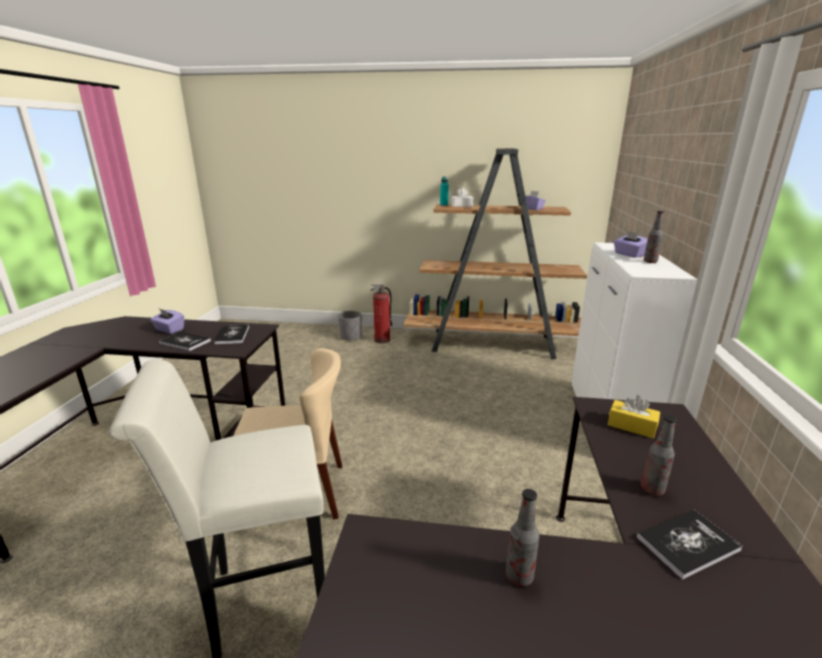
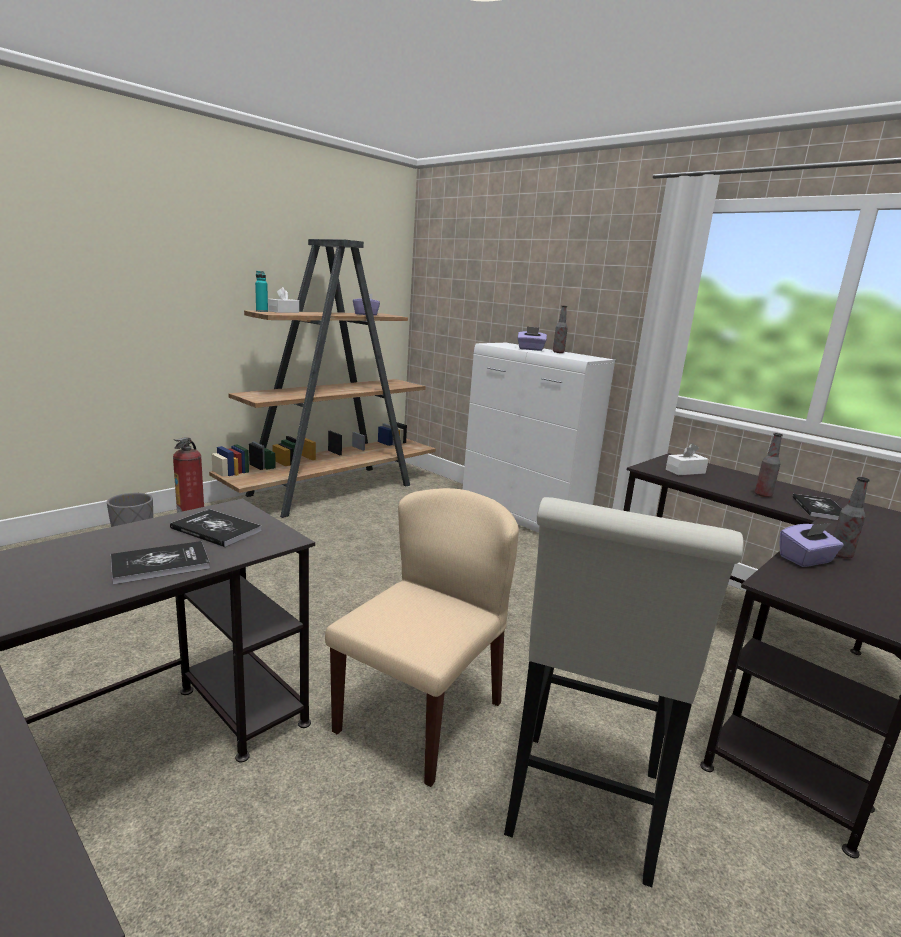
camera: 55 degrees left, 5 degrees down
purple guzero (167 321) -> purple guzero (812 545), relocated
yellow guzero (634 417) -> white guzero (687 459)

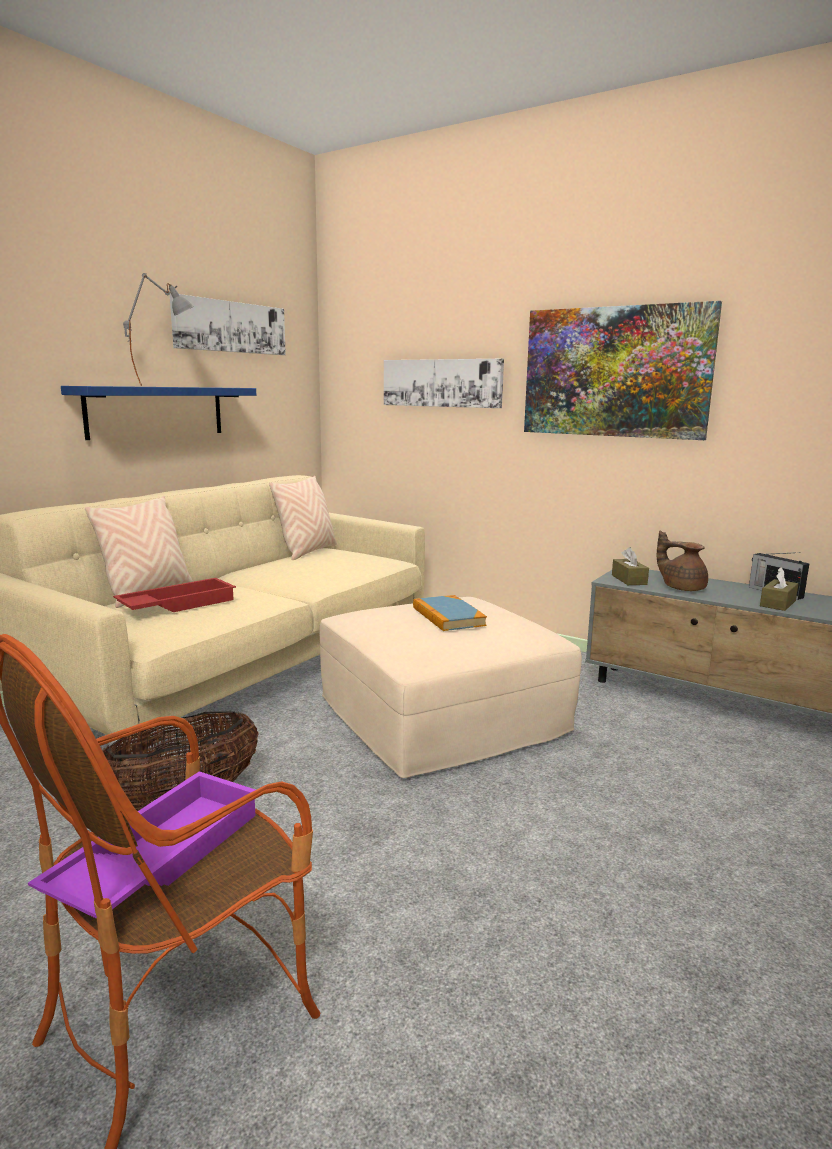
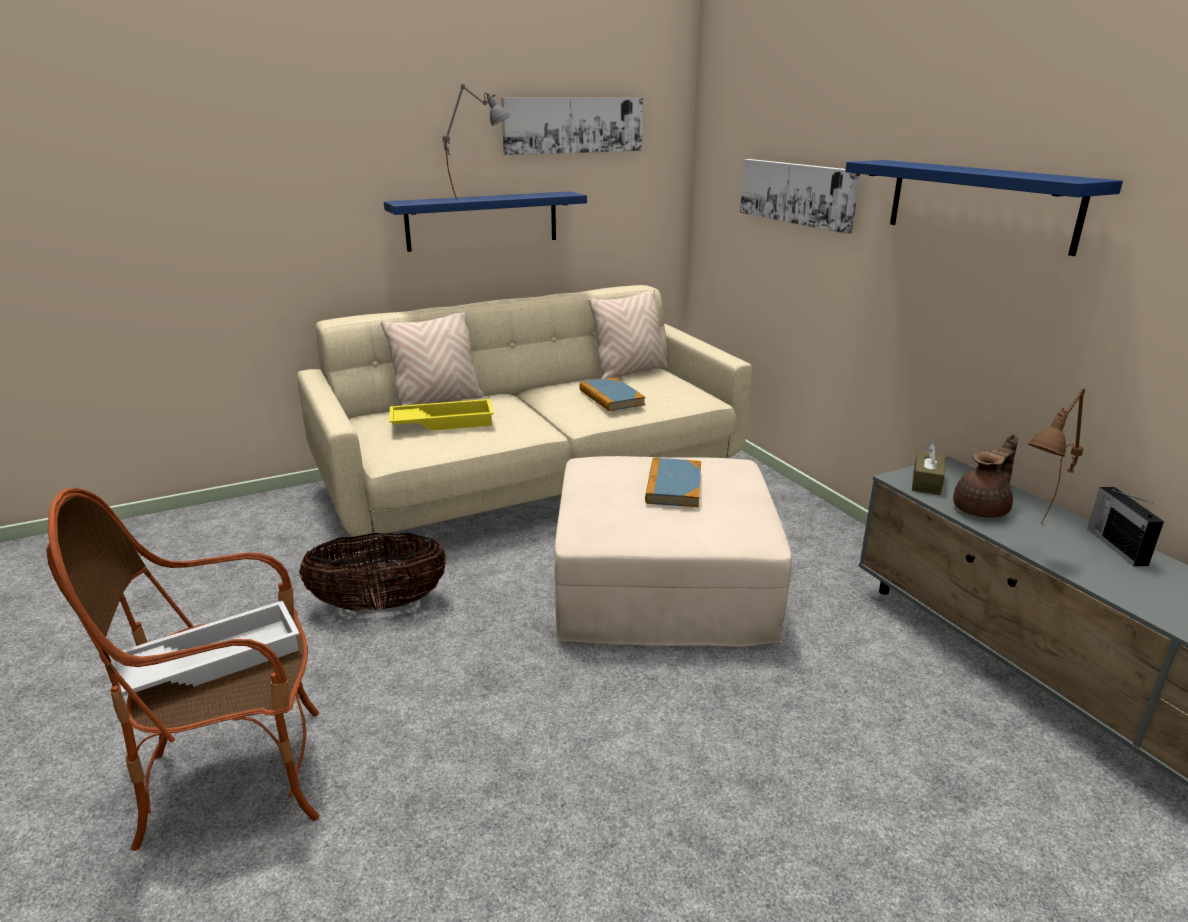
camera: 30 degrees right, 10 degrees up
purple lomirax (142 844) -> white lomirax (204 648)
red lomirax (174 595) -> yellow lomirax (441 415)
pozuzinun (623 370) -> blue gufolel (984 208)
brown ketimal (682 560) -> brown ketimal (985 476), 75 degrees clockwise
brown guzero (779 589) -> none
none -> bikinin (612 394)
none -> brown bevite (1056 456)

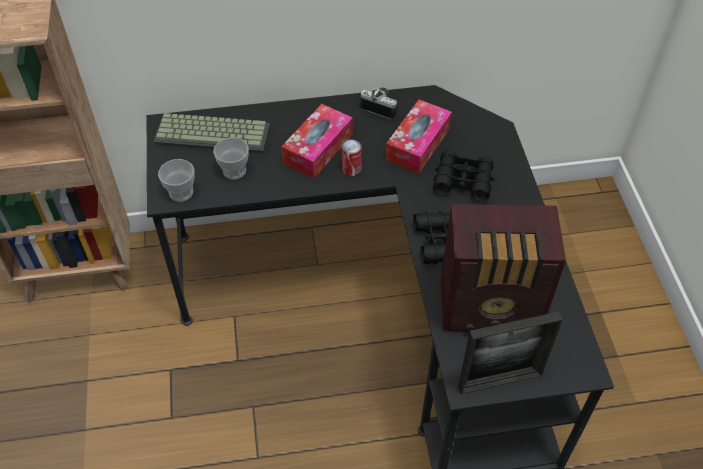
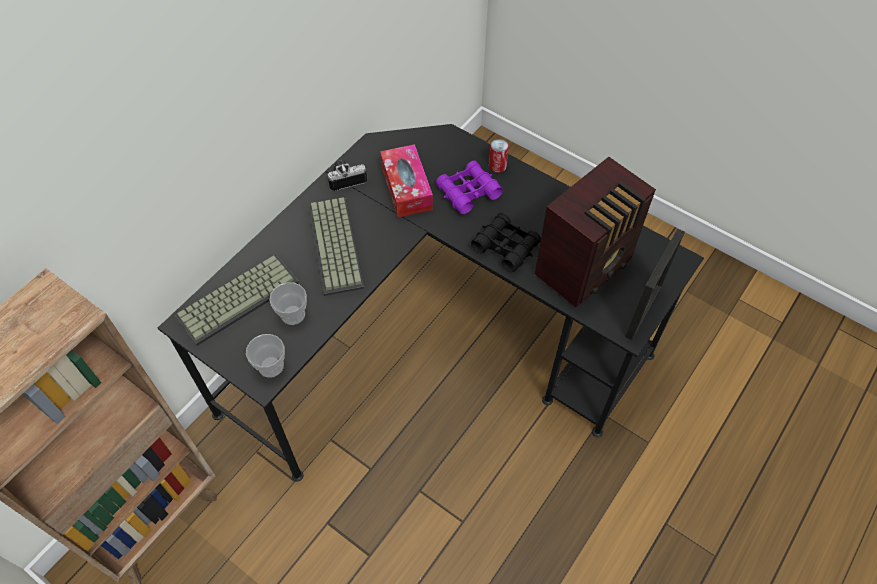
camera: 45 degrees left, 5 degrees up
guzero (317 141) -> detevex (336 246)
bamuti (352 158) -> bamuti (499 156), relocated
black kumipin (464 176) -> purple kumipin (469 187)

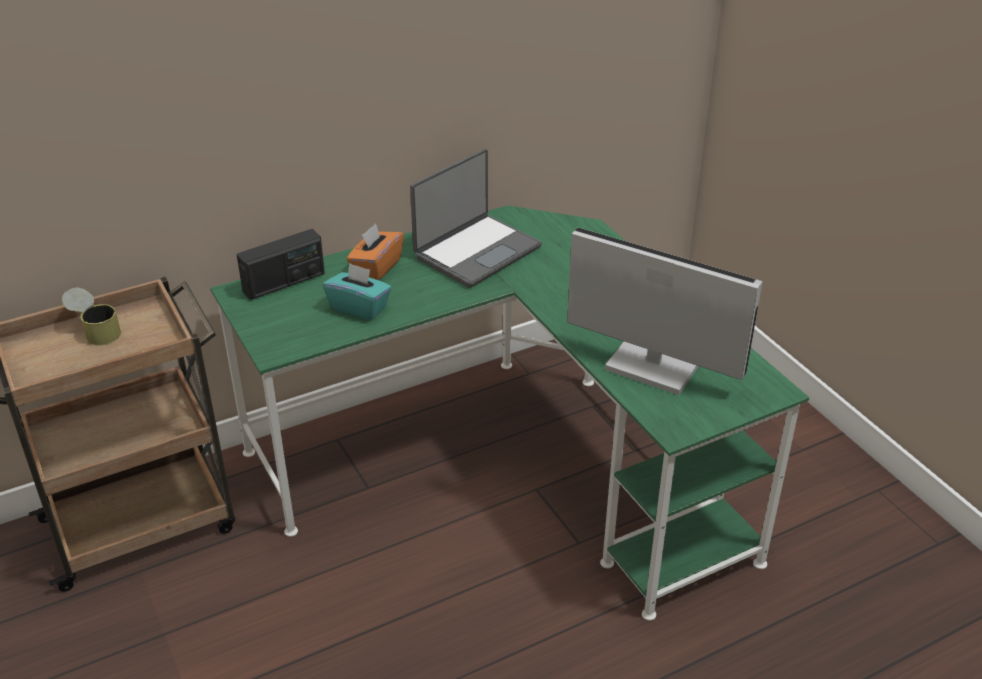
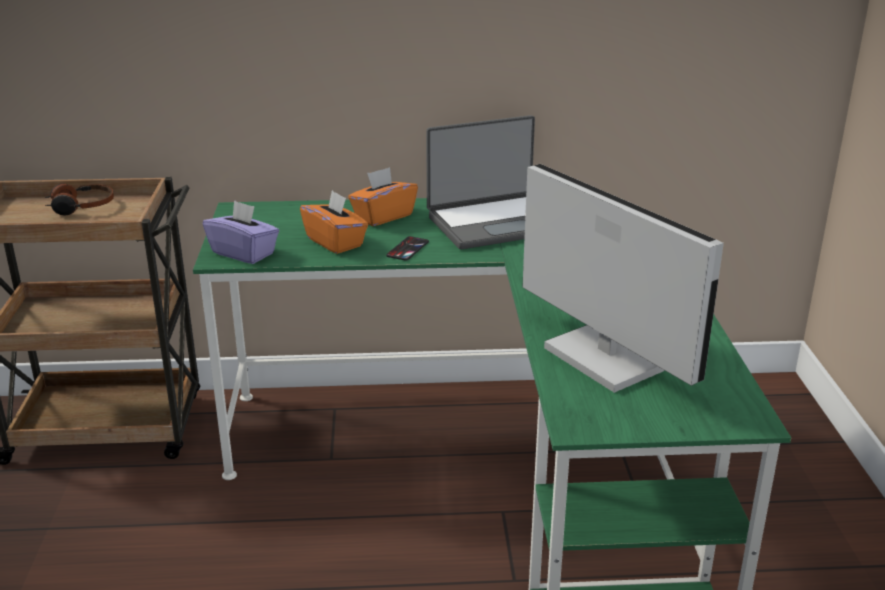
camera: 25 degrees right, 10 degrees down
bamuti (91 316) -> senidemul (79 199)
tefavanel (281 264) -> none
turquoise guzero (357 291) -> orange guzero (334 222)
none -> purple guzero (241 232)
none -> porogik (407 248)

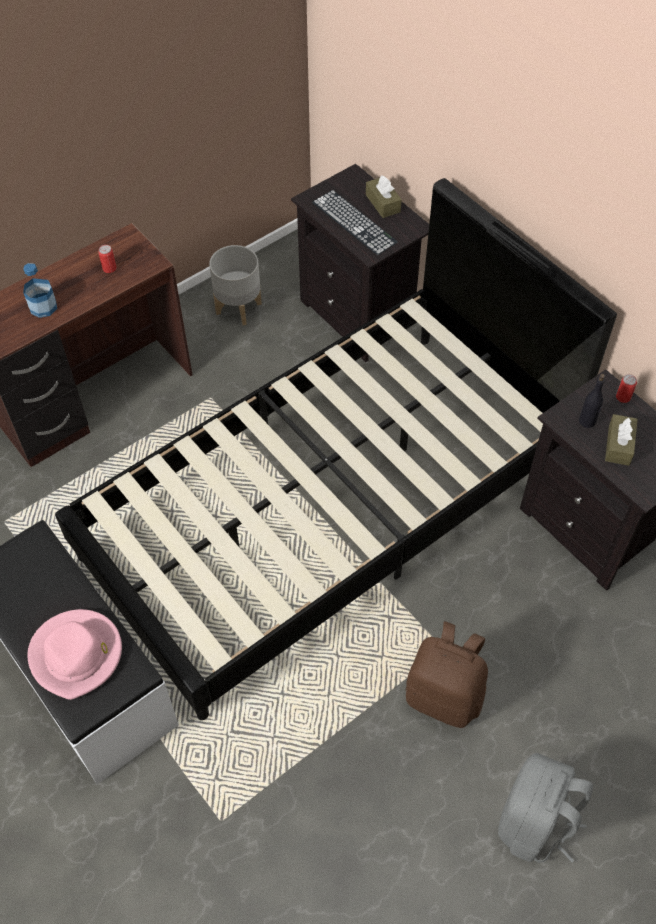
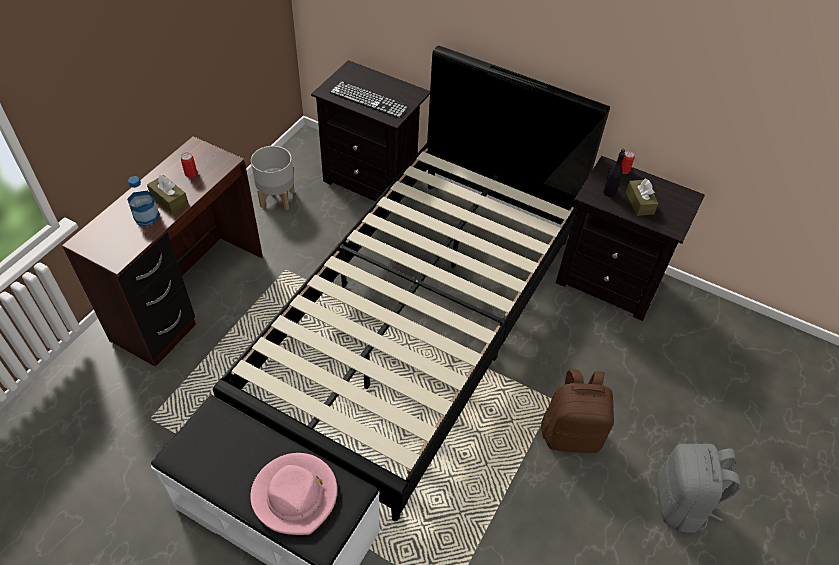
camera: 25 degrees left, 5 degrees down
brown guzero (384 196) -> brown guzero (168 194), relocated

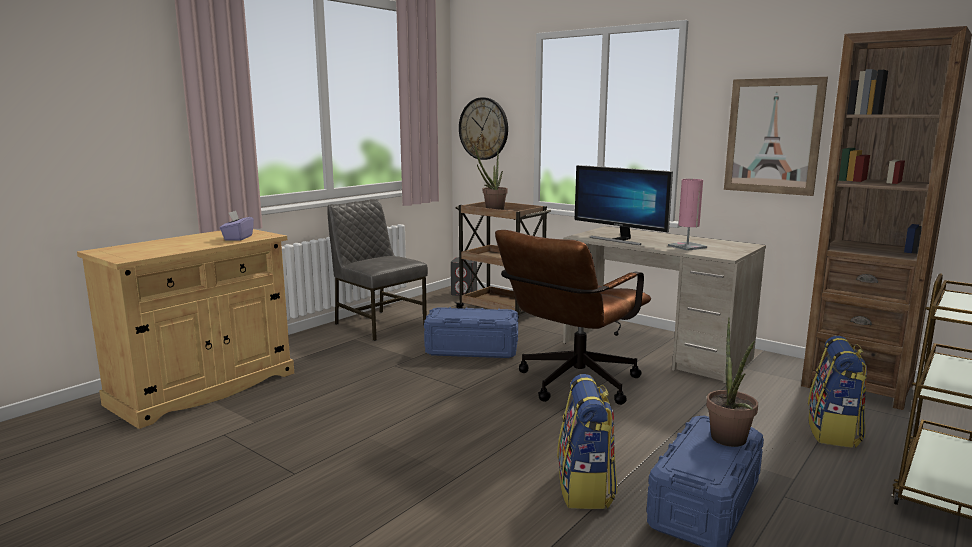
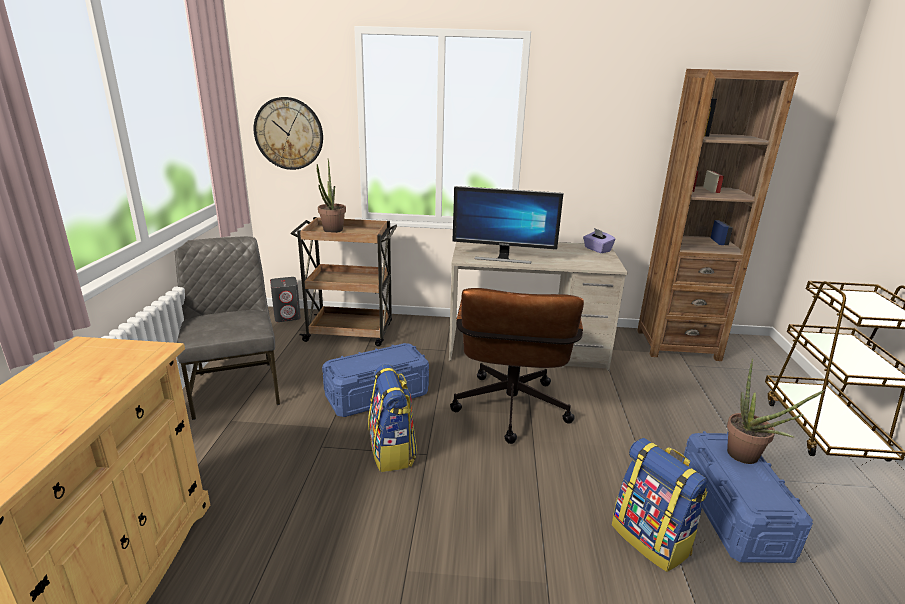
camera: 35 degrees left, 10 degrees up
purple guzero (237 225) -> purple guzero (599 240), relocated
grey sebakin (377 270) -> grey sebakin (227 328), 60 degrees clockwise
pink bevite (687 215) -> none
pozuzinun (776 136) -> none
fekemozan (837 392) -> fekemozan (392 418), relocated

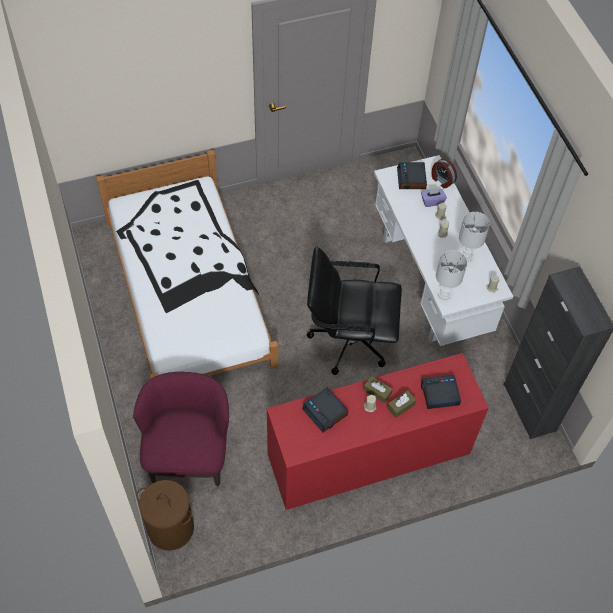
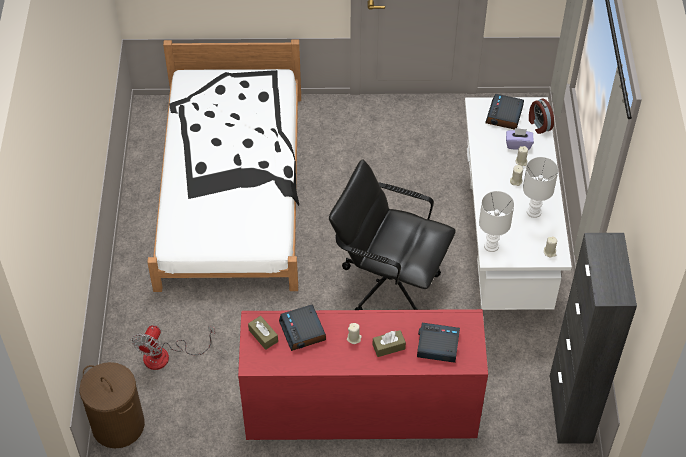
camera: 20 degrees right, 5 degrees down
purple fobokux (181 429) -> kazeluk (173 347)
brown guzero (378 389) -> brown guzero (263 333), relocated

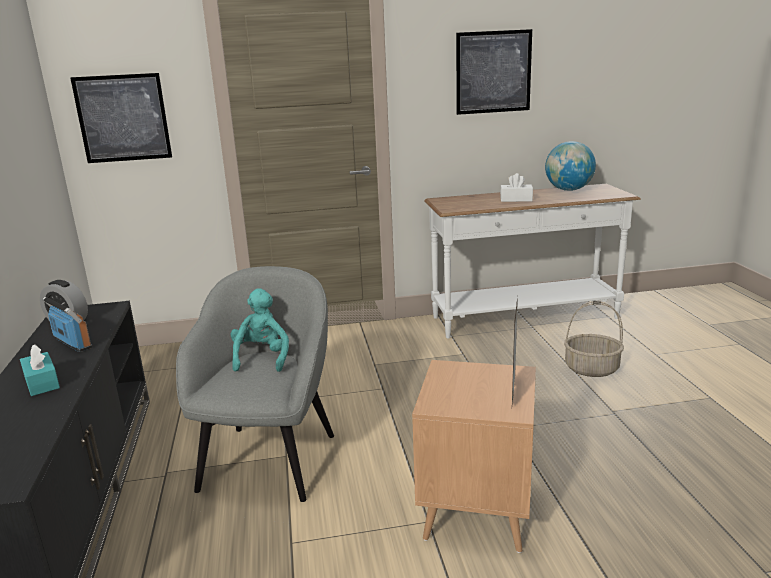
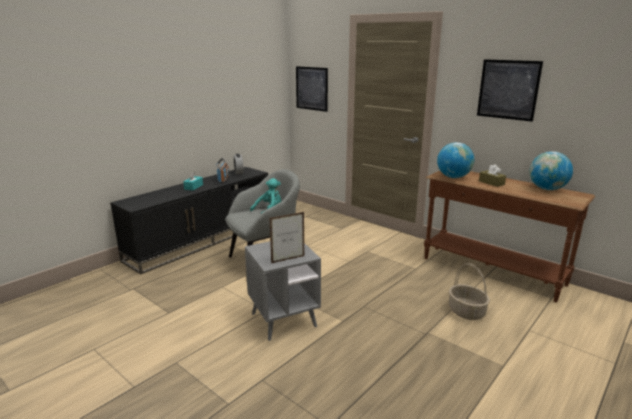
camera: 50 degrees right, 0 degrees up
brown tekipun (474 456) -> grey tekipun (283 291)
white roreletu (532 261) -> brown roreletu (509 237)
white guzero (516 187) -> brown guzero (492 175)
none -> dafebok (455 160)

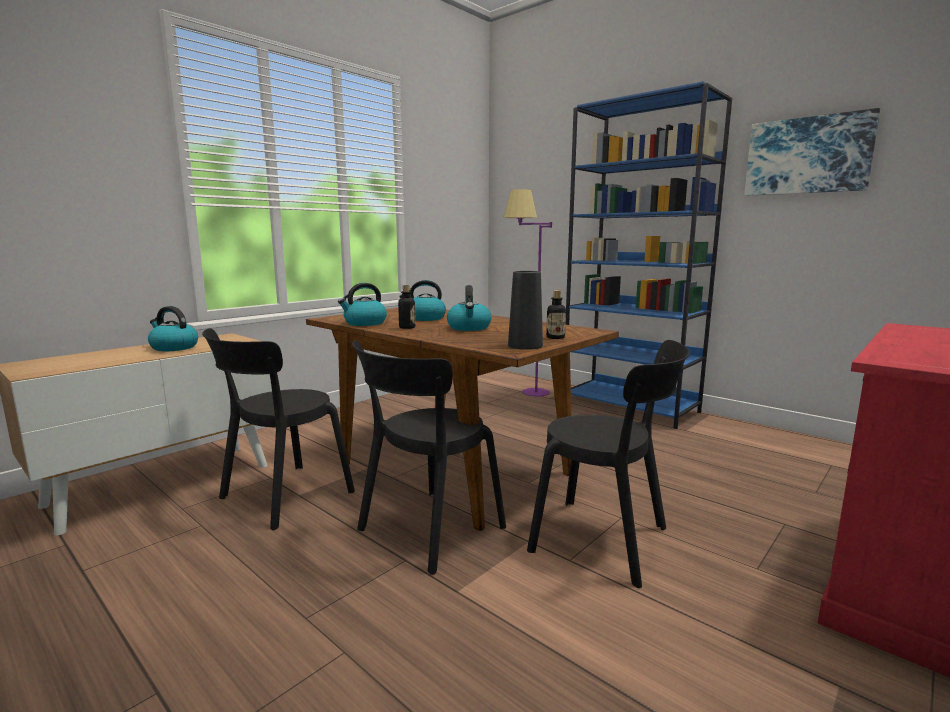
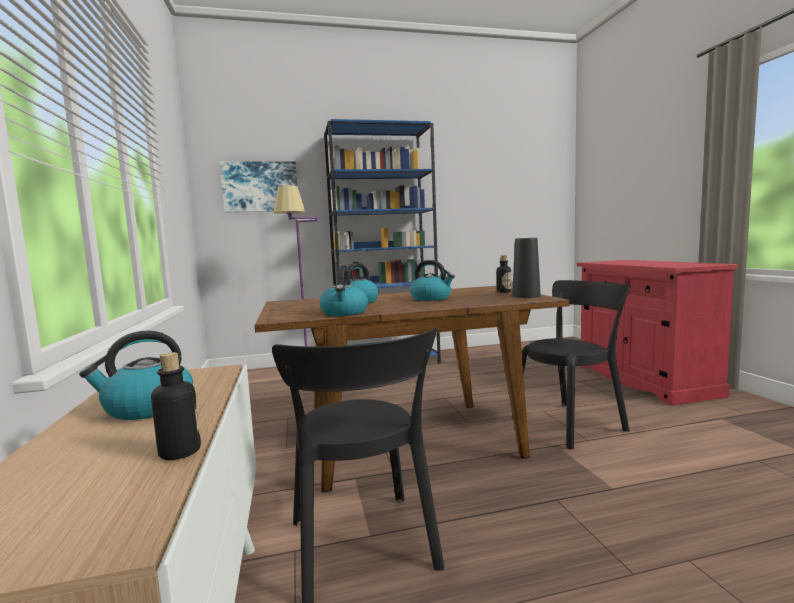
camera: 55 degrees left, 5 degrees down
black sebakin (429 457) -> none
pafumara (406 307) -> pafumara (176 406), relocated
pozuzinun (812 152) -> pozuzinun (258 187), relocated

